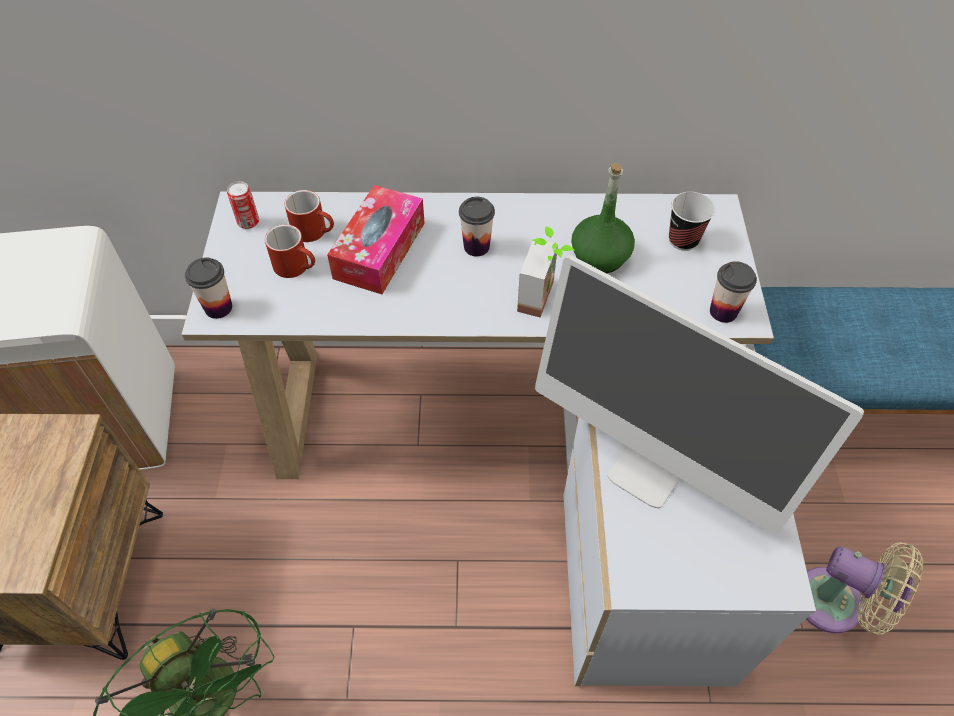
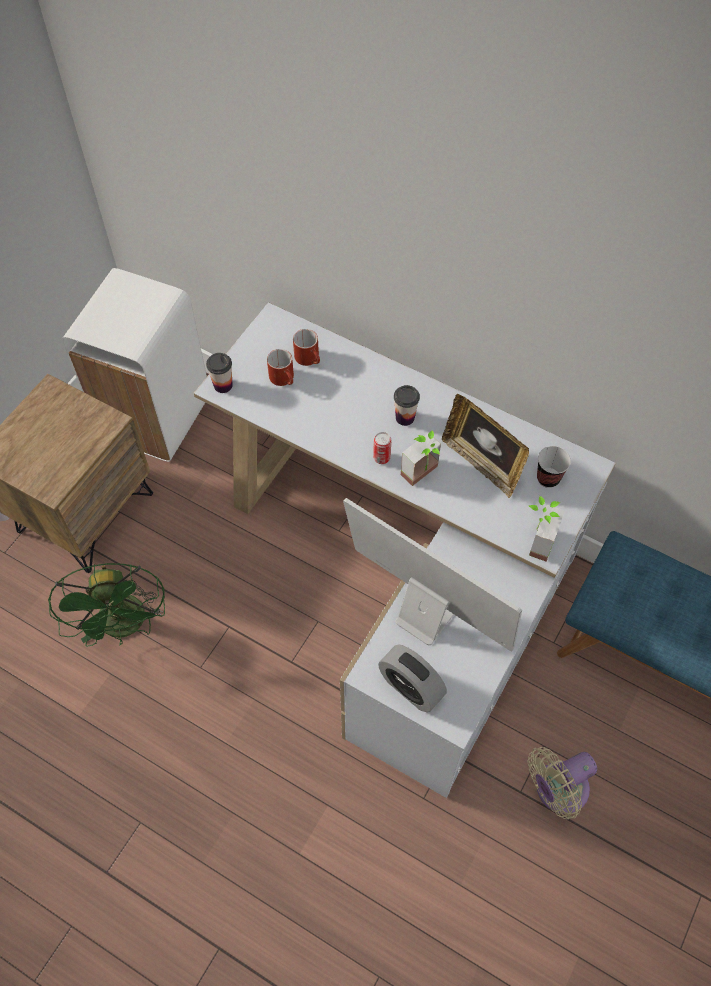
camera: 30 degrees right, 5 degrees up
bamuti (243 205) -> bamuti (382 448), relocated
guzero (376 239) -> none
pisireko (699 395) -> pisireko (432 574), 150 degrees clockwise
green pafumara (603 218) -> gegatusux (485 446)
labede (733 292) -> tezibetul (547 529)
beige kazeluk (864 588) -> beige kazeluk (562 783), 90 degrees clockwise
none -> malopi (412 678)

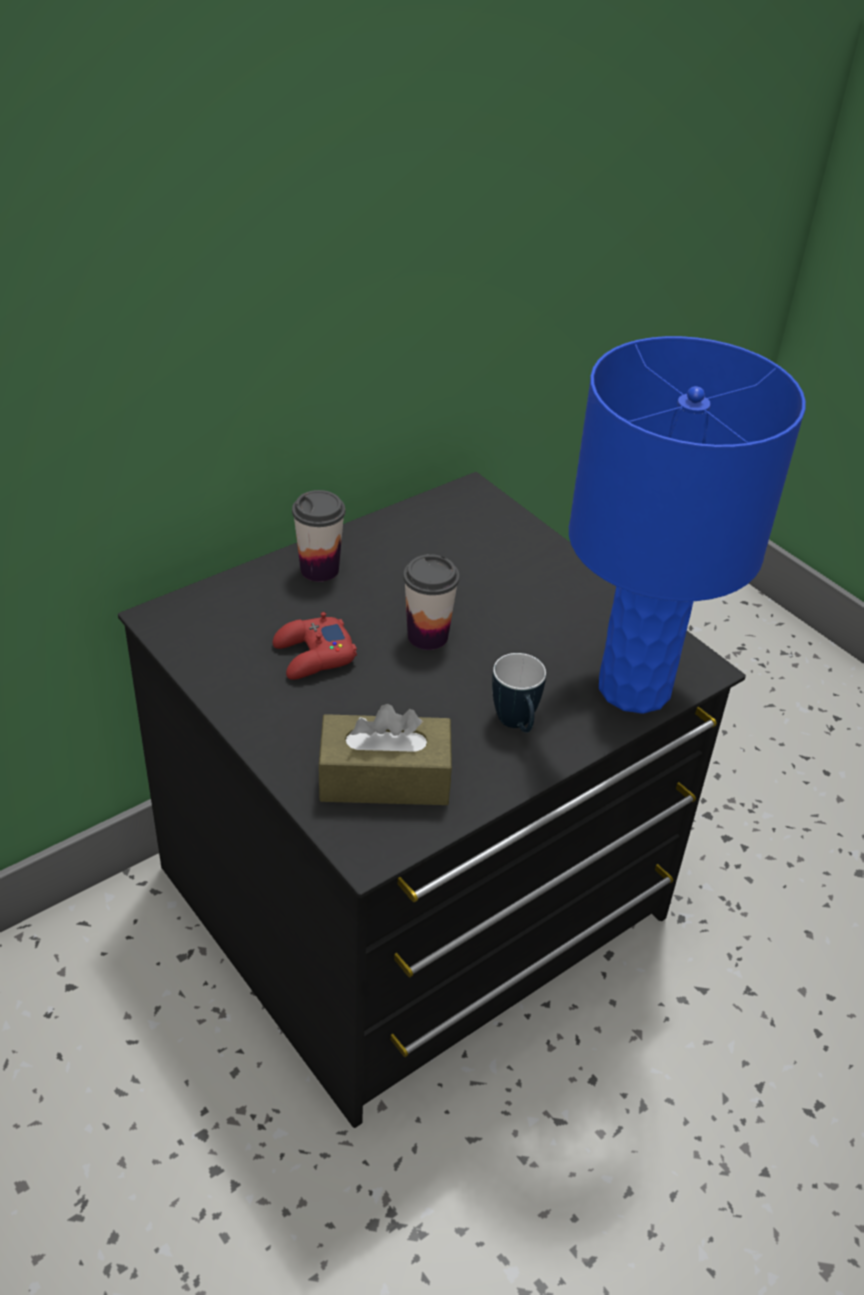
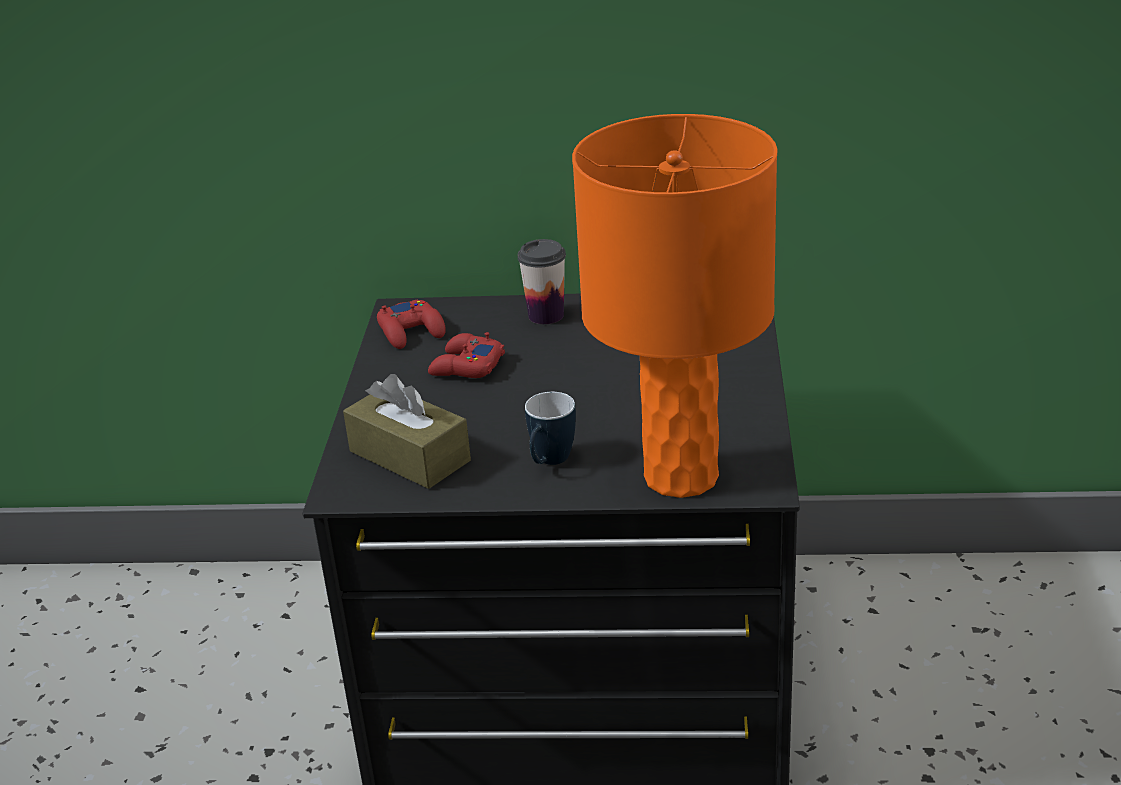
camera: 45 degrees right, 10 degrees down
labede (431 602) -> none
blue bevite (687 525) -> orange bevite (674 306)
none -> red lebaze (411 324)

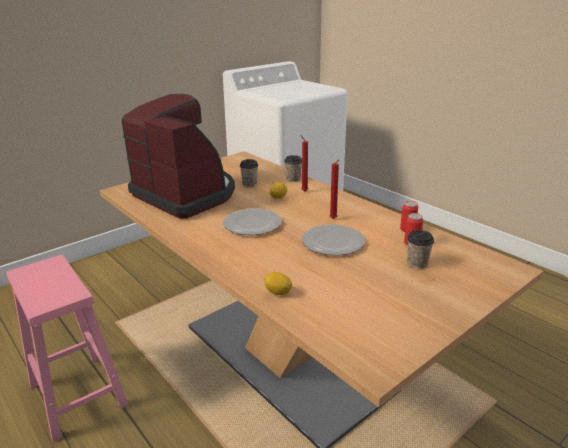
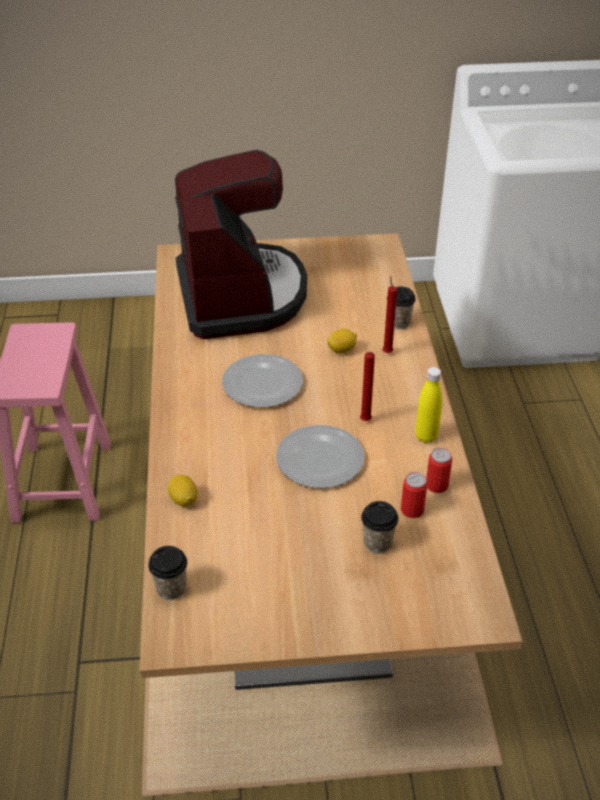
camera: 35 degrees right, 15 degrees up
labede (249 173) -> labede (167 573), relocated
none -> yellow pafumara (428 405)

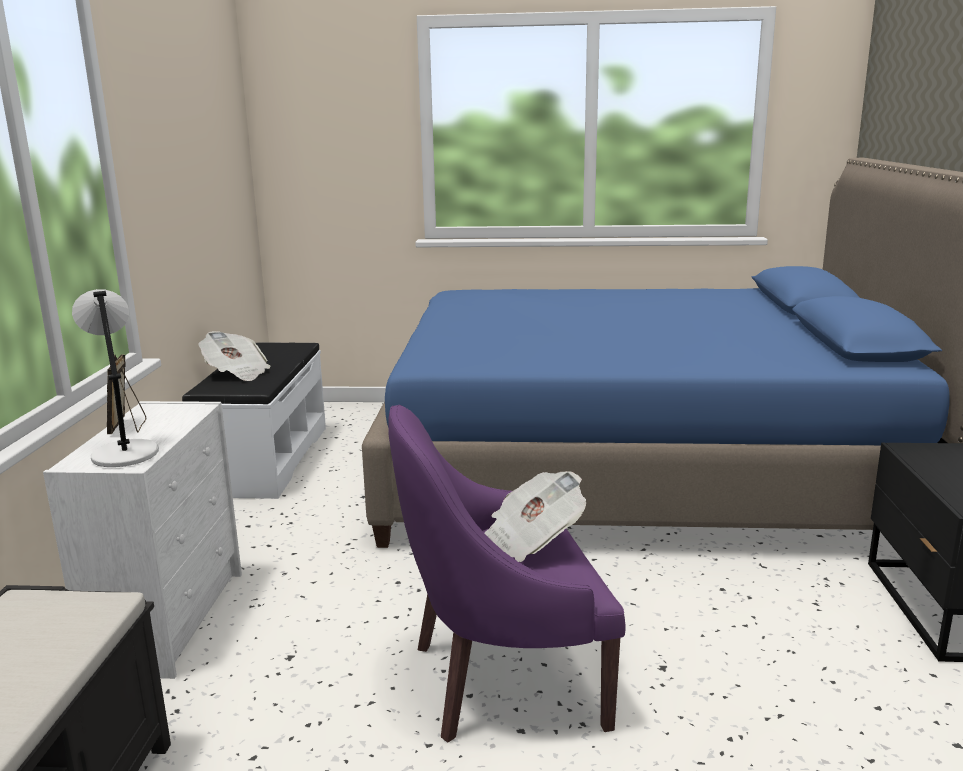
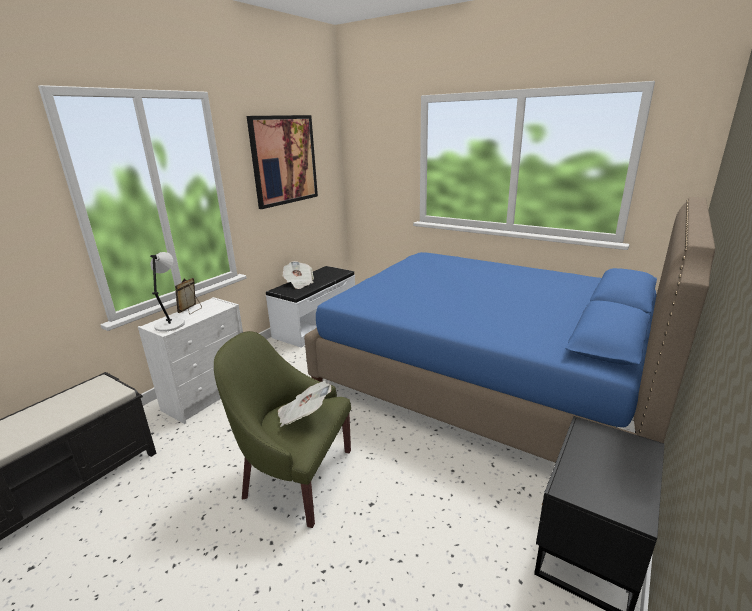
camera: 30 degrees right, 5 degrees up
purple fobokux (507 573) -> green fobokux (282 429)
none -> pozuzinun (282 162)

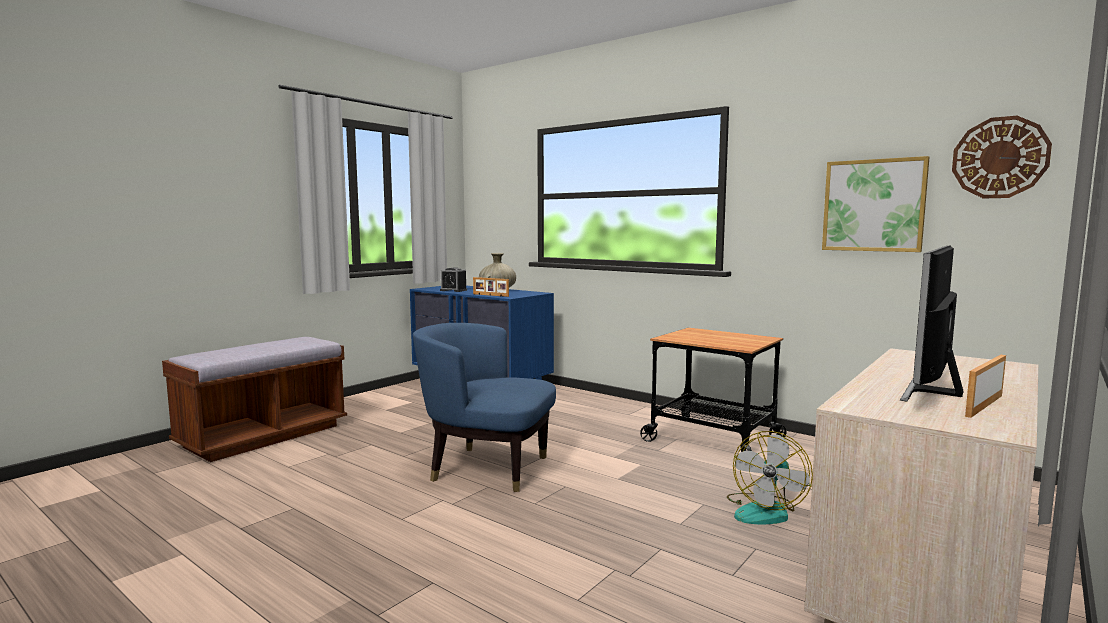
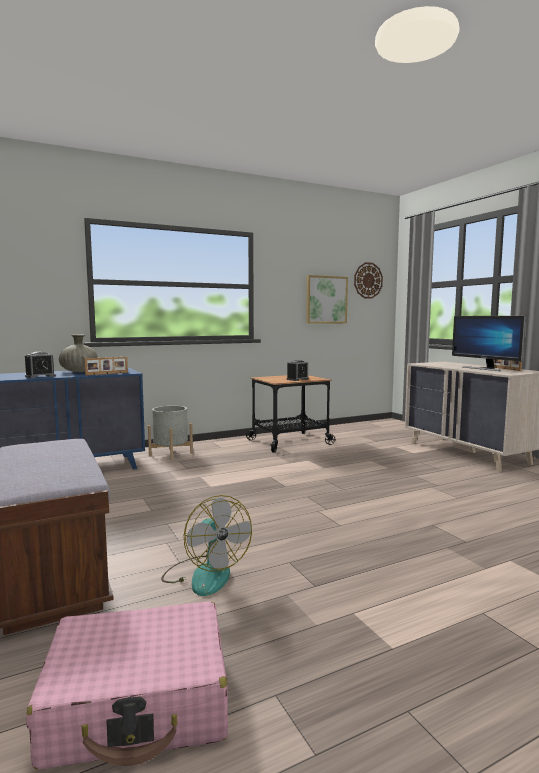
camera: 65 degrees left, 0 degrees up
blue fobokux (484 407) -> none
kazeluk (770 477) -> kazeluk (206 545), relocated
none -> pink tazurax (127 685)
none -> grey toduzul (170 433)
none -> malopi (297 370)

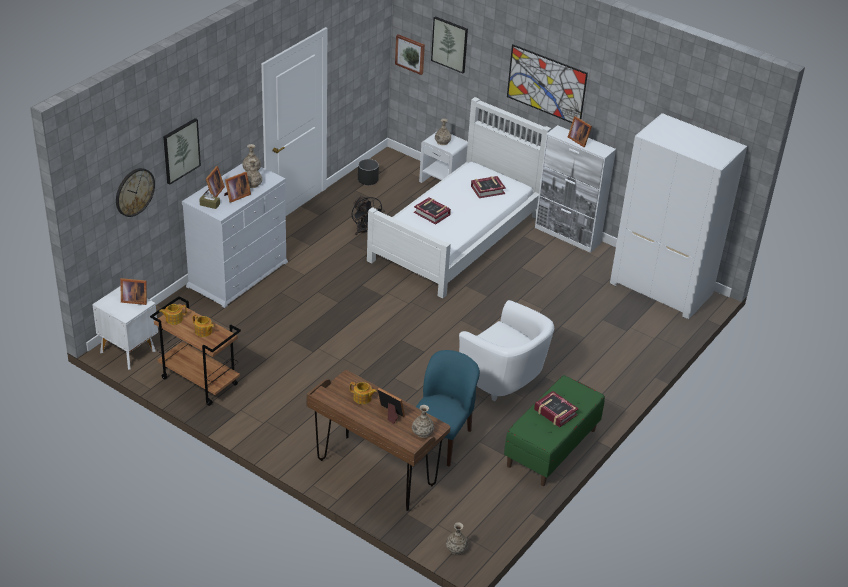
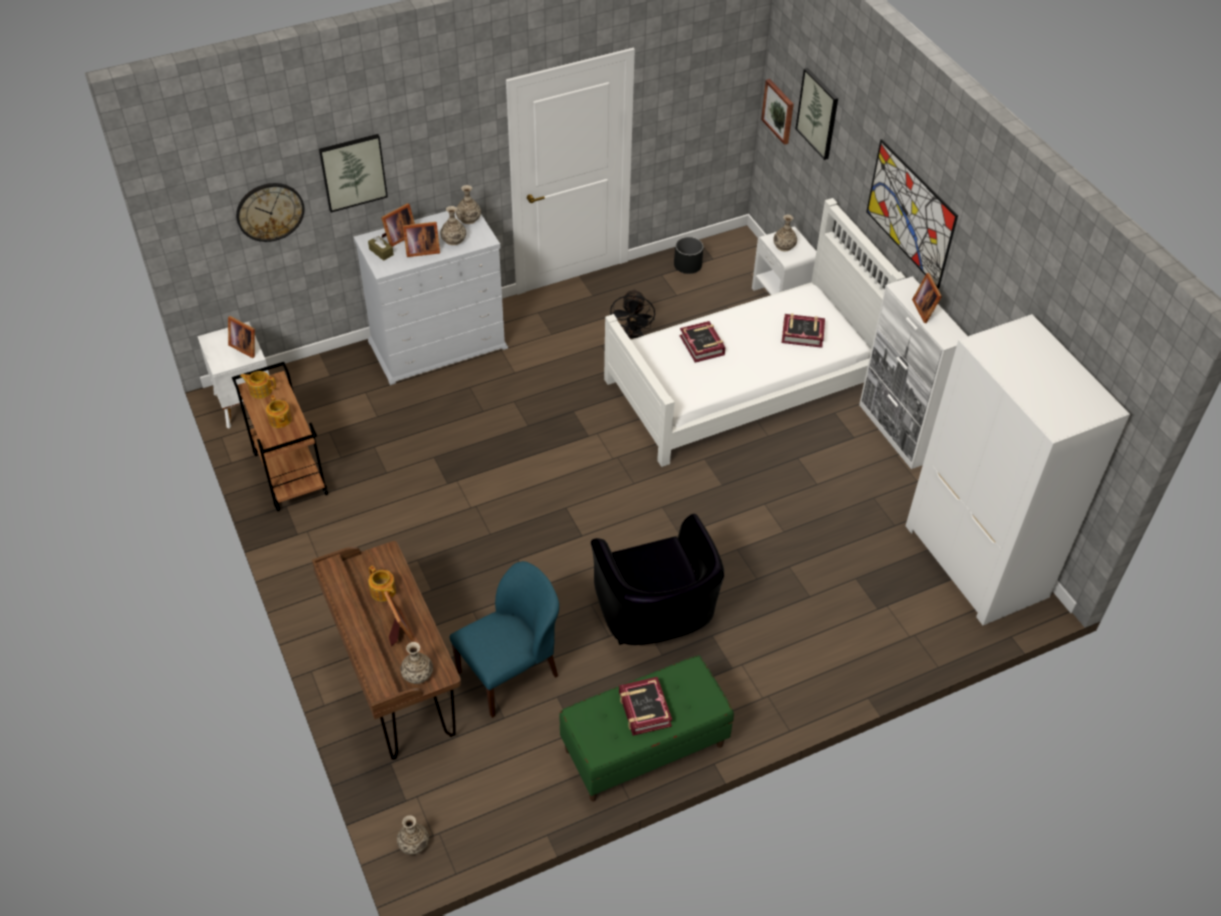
camera: 30 degrees right, 10 degrees up
white fobokux (506 350) -> black fobokux (657 579)

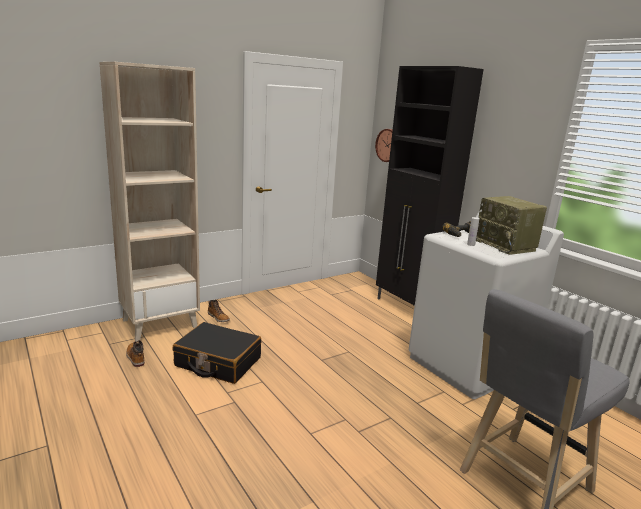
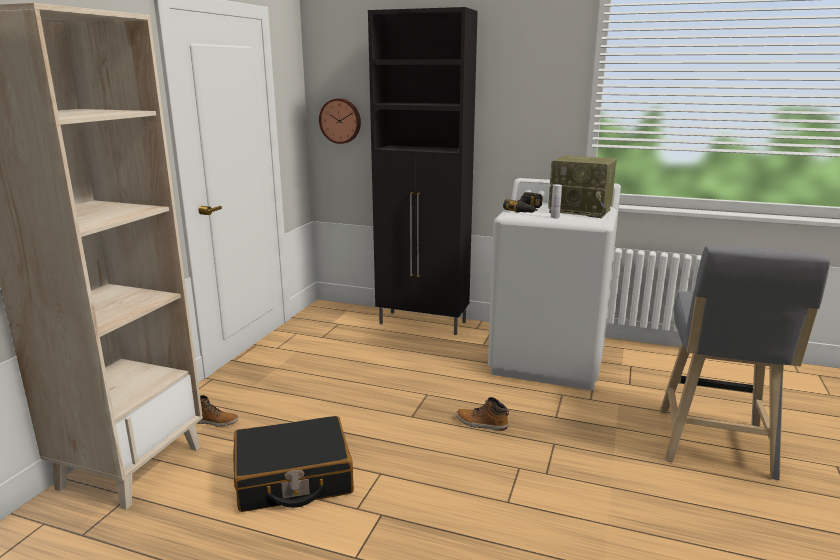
camera: 35 degrees left, 0 degrees up
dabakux (135 353) -> dabakux (482 414), relocated

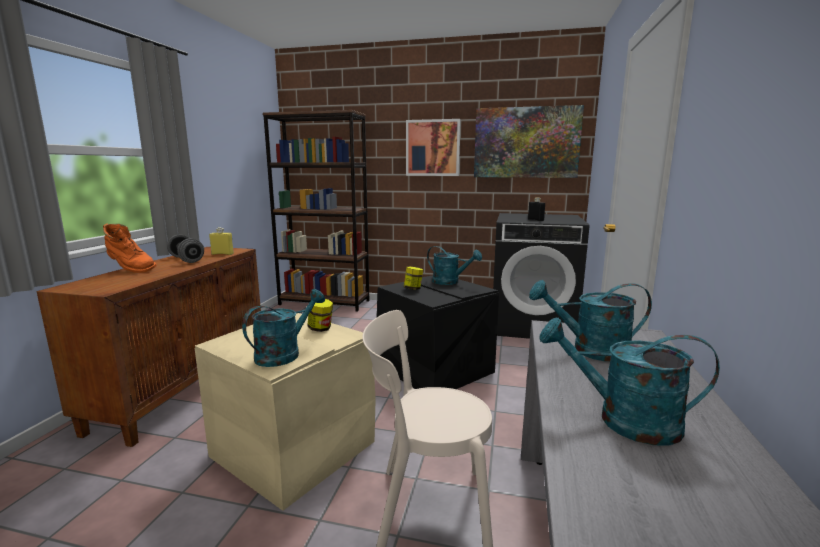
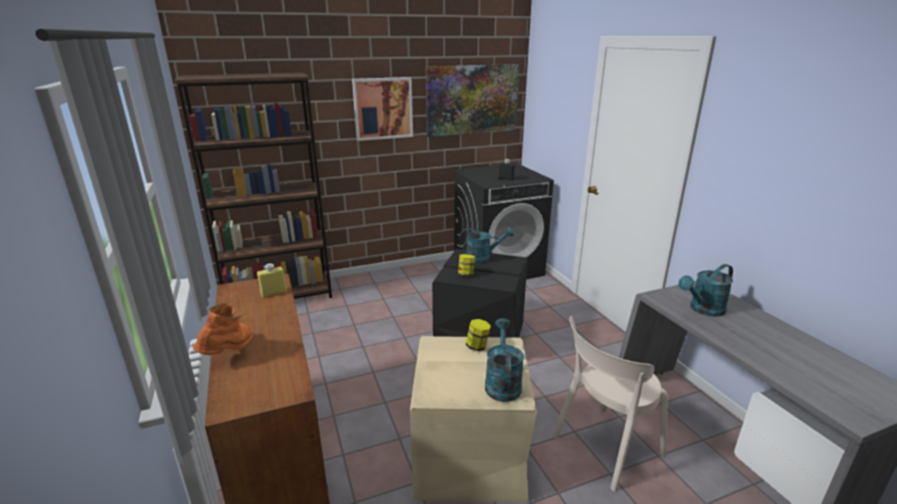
camera: 35 degrees left, 10 degrees up
orange dabakux (130 248) -> orange dabakux (223 328), 60 degrees counterclockwise
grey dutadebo (185 248) -> none
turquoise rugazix (629 381) -> none

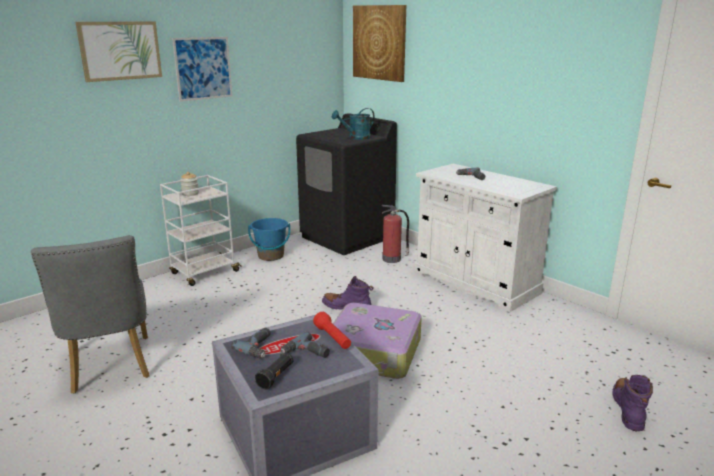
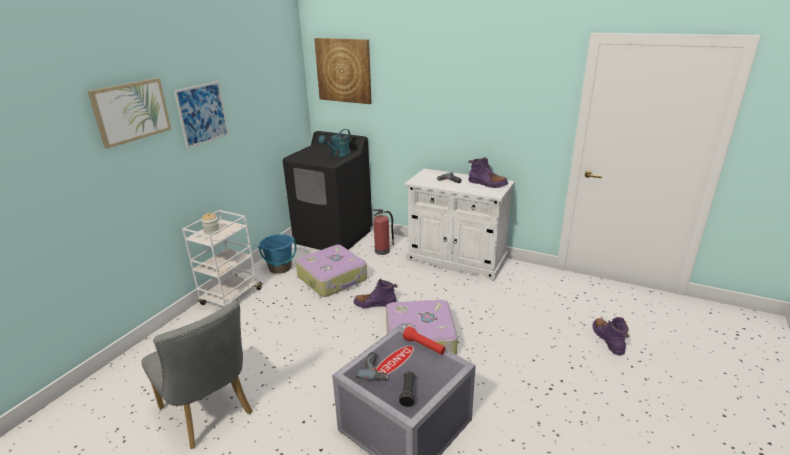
camera: 20 degrees left, 5 degrees up
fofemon (305 344) -> none
none -> tazurax (331 271)
none -> purple dabakux (488 172)

